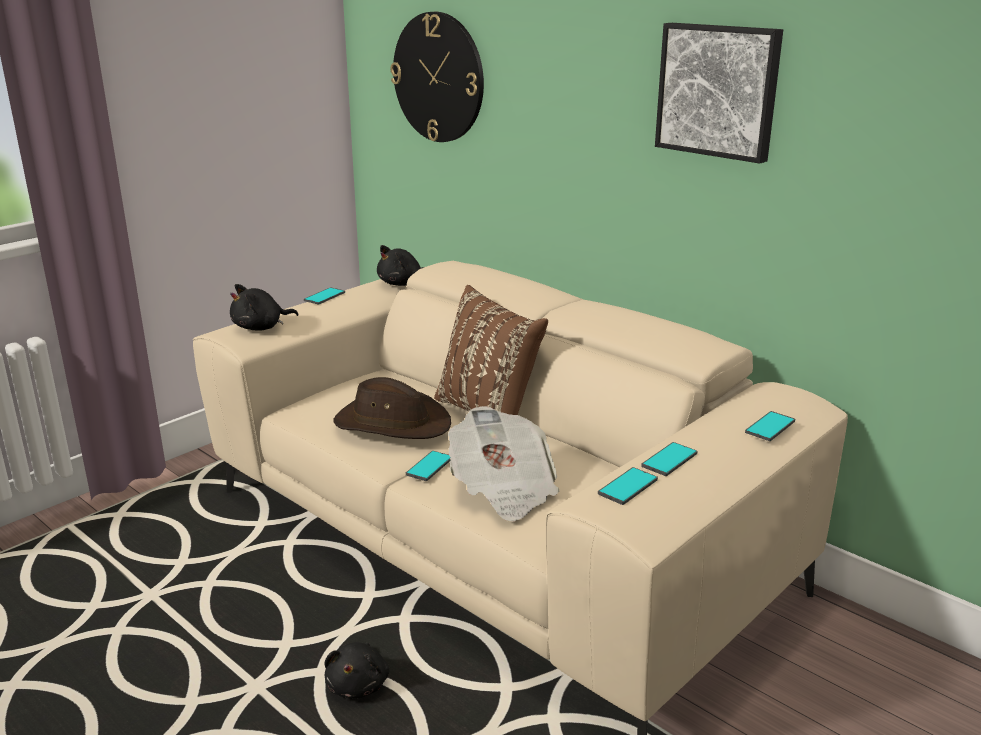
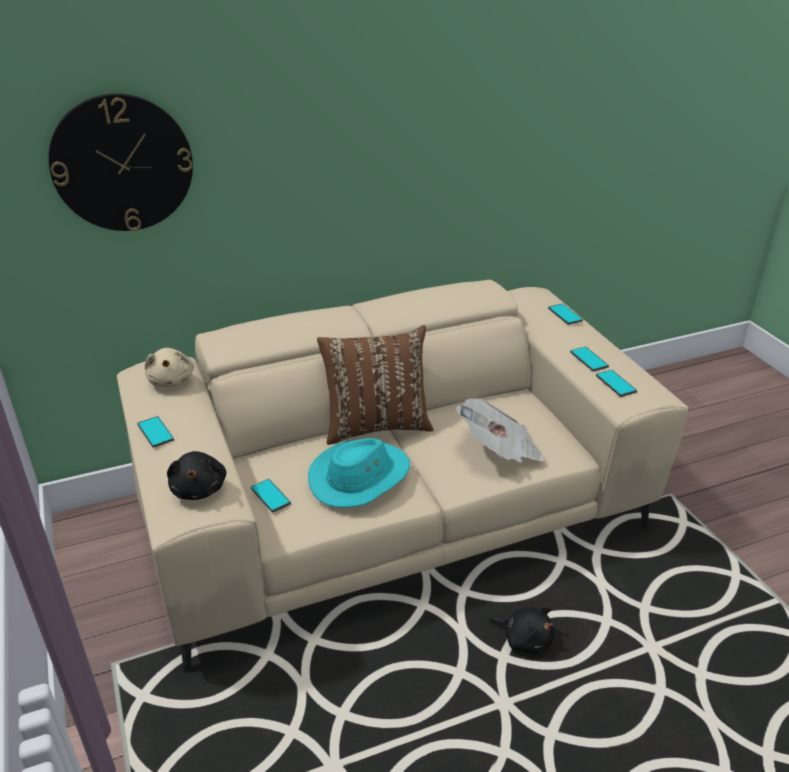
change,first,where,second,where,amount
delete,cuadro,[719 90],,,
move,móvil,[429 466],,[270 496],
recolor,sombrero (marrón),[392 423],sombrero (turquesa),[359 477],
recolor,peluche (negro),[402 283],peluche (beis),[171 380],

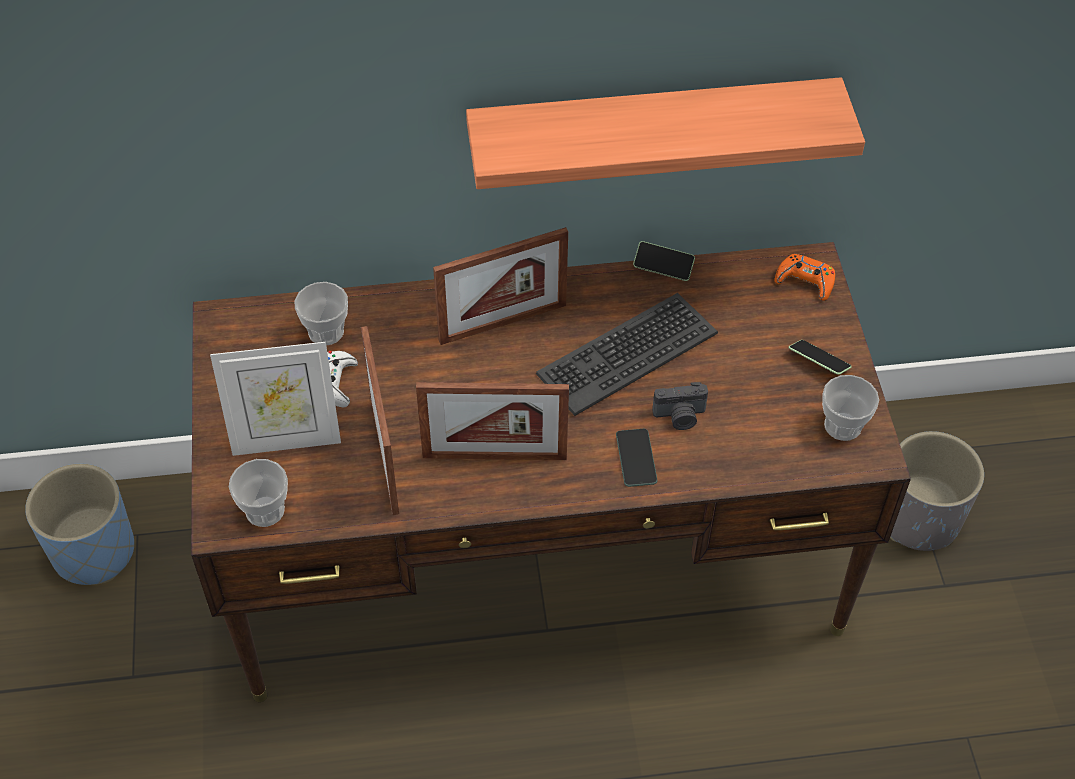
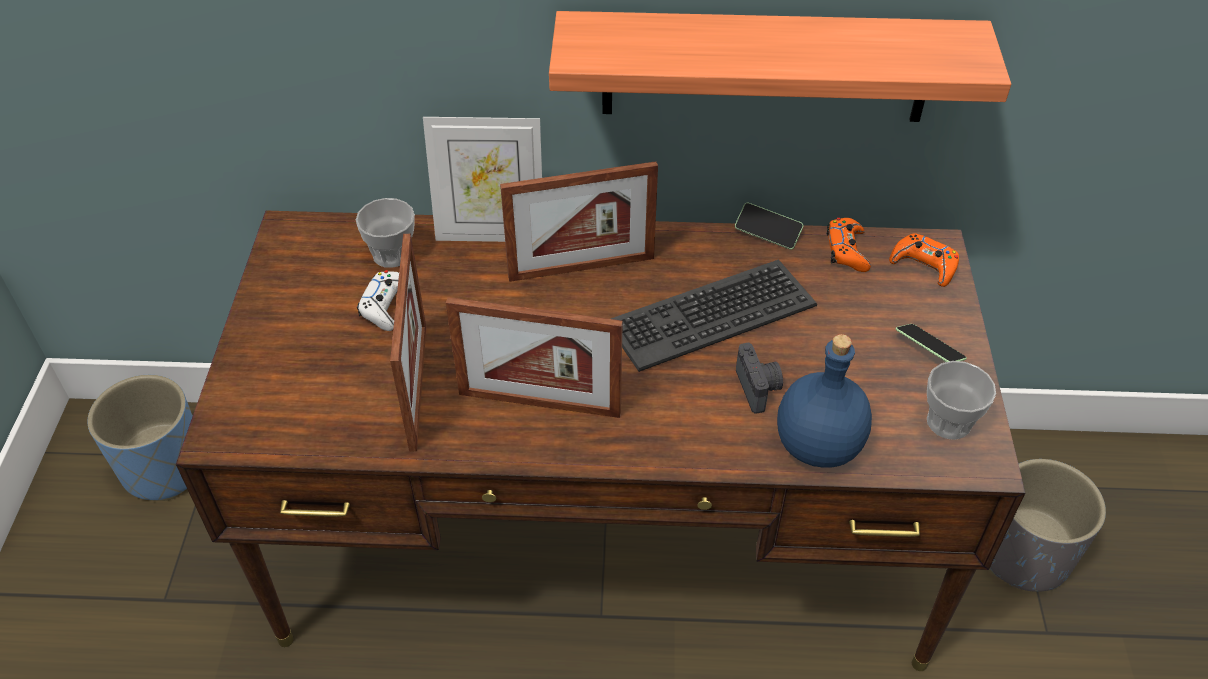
change,first,where,second,where,amount
delete,taza,[265 510],,,
delete,móvil,[636 458],,,
insert,,,botella (azul),[817 447],
insert,,,mando de consola (naranja),[846 251],
move,portarretratos,[286 440],,[490 233],
rotate,cámara,[680 417],,[759 388],105 degrees counterclockwise

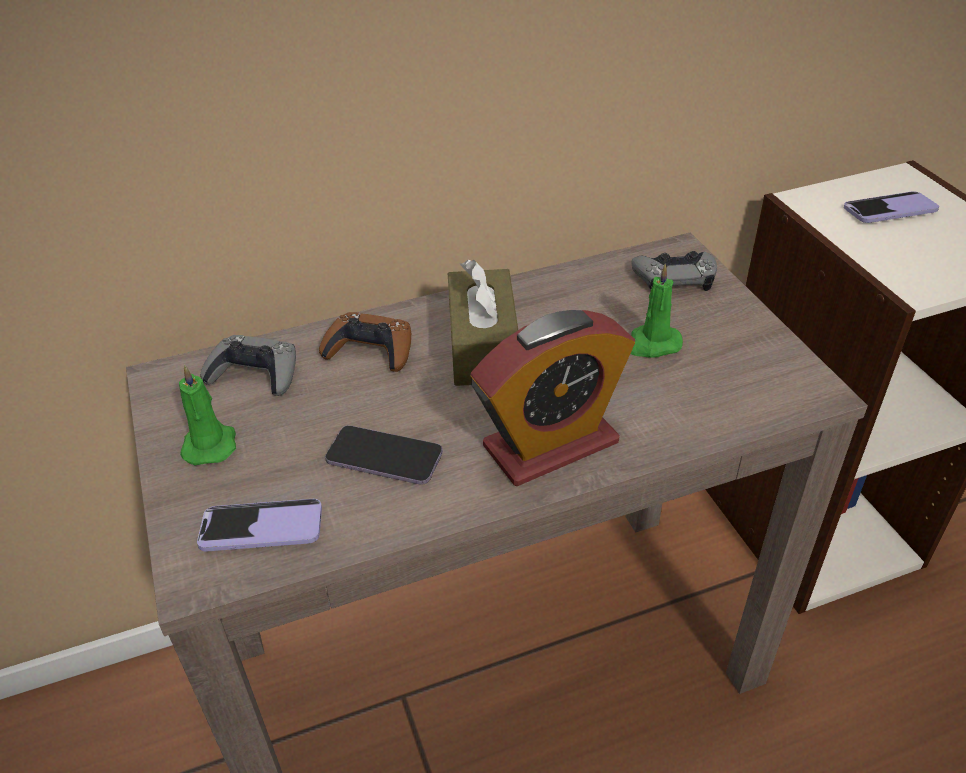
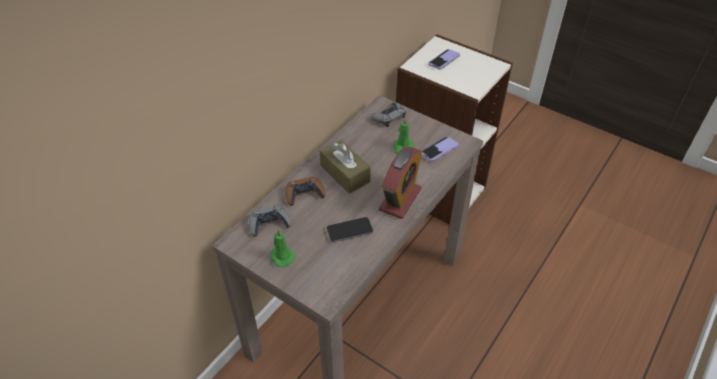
change,first,where,second,where,amount
move,móvil,[261 528],,[439 150],

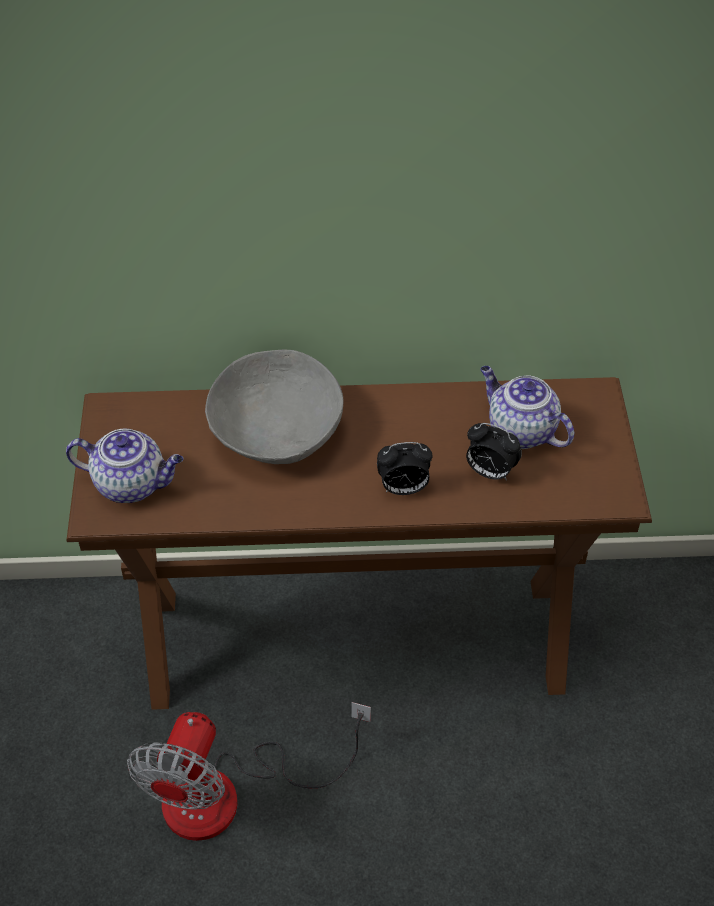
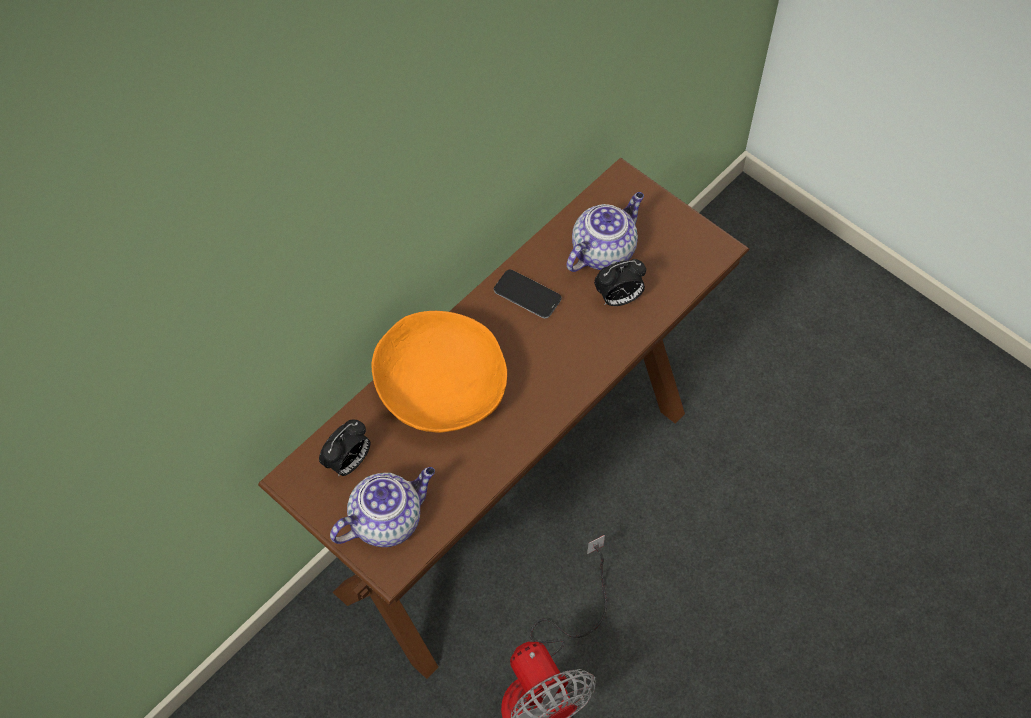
change,first,where,second,where,amount
insert,,,móvil,[527 295],
move,despertador,[403 488],,[348 463],
recolor,cuenco (gris),[276 430],cuenco (naranja),[441 389],
rotate,tetera,[520 430],,[603 250],135 degrees clockwise

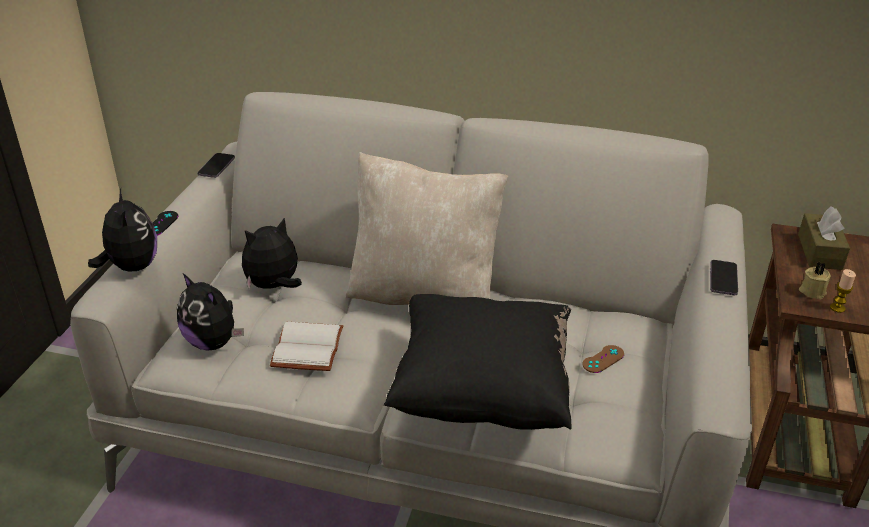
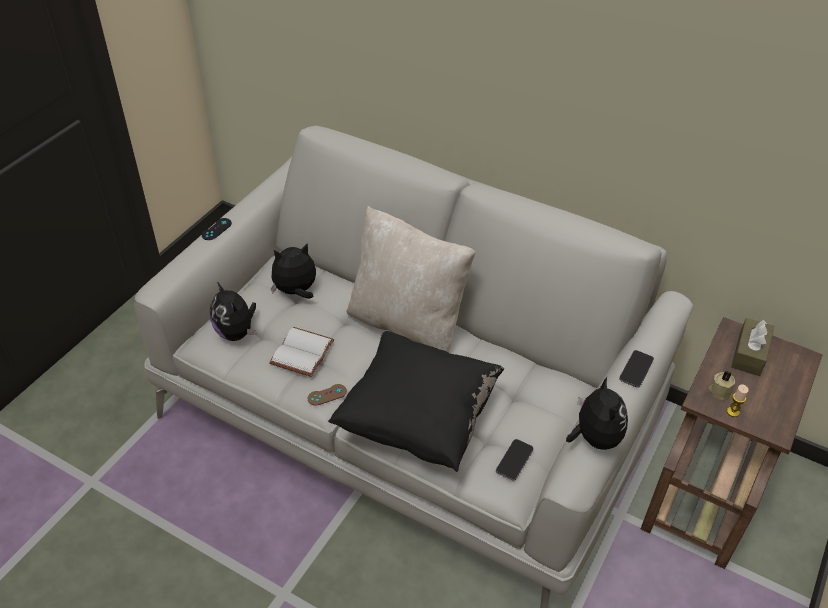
change,first,where,second,where,amount
move,peluche,[131 267],,[594 438],
move,móvil,[216 167],,[514 460],
move,mando de consola (marrón),[603 359],,[327 395],

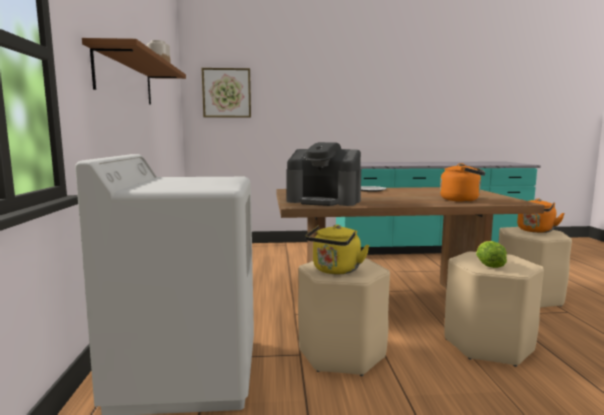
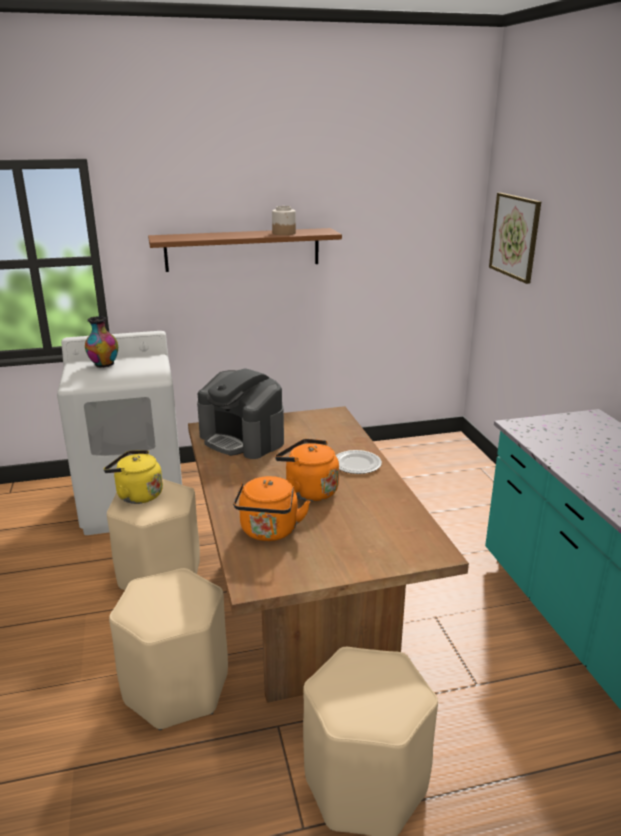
change,first,where,second,where,amount
delete,lechuga,[489 264],,,
insert,,,florero,[103 365],
move,hervidor (naranja),[534 231],,[308 491],
rotate,cafetera,[324 201],,[242 439],60 degrees counterclockwise

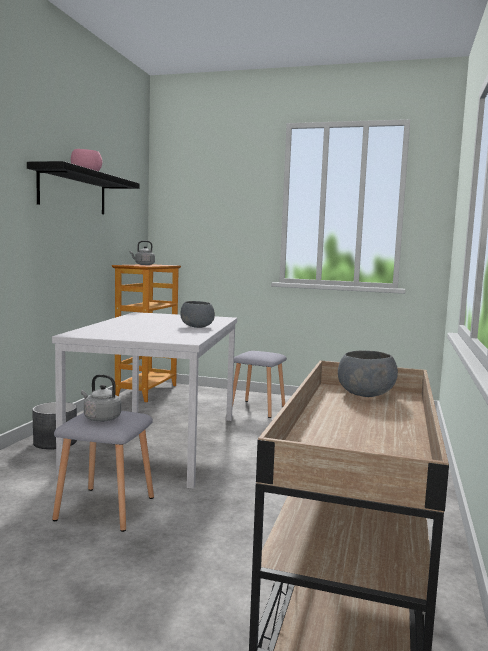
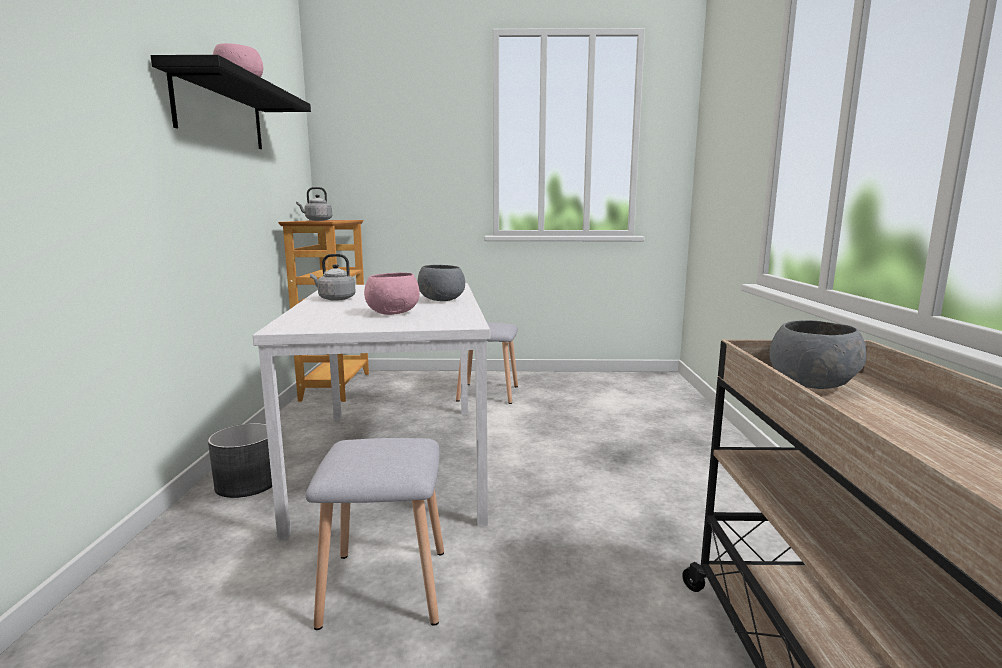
change,first,where,second,where,amount
insert,,,cuenco (rosa),[392 313],
move,hervidor (gris),[100 418],,[335 299],

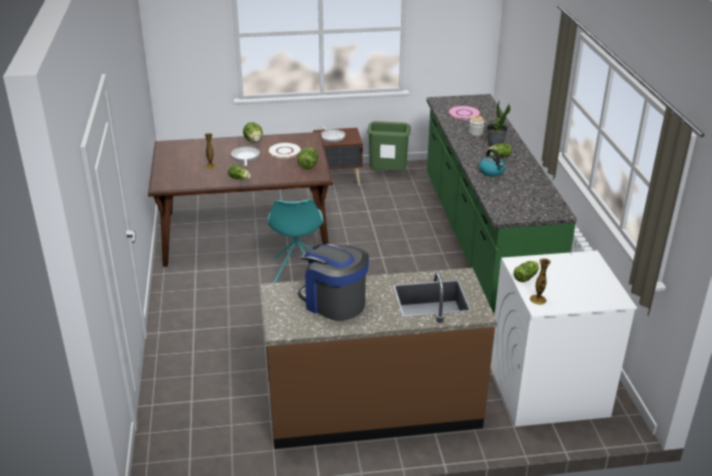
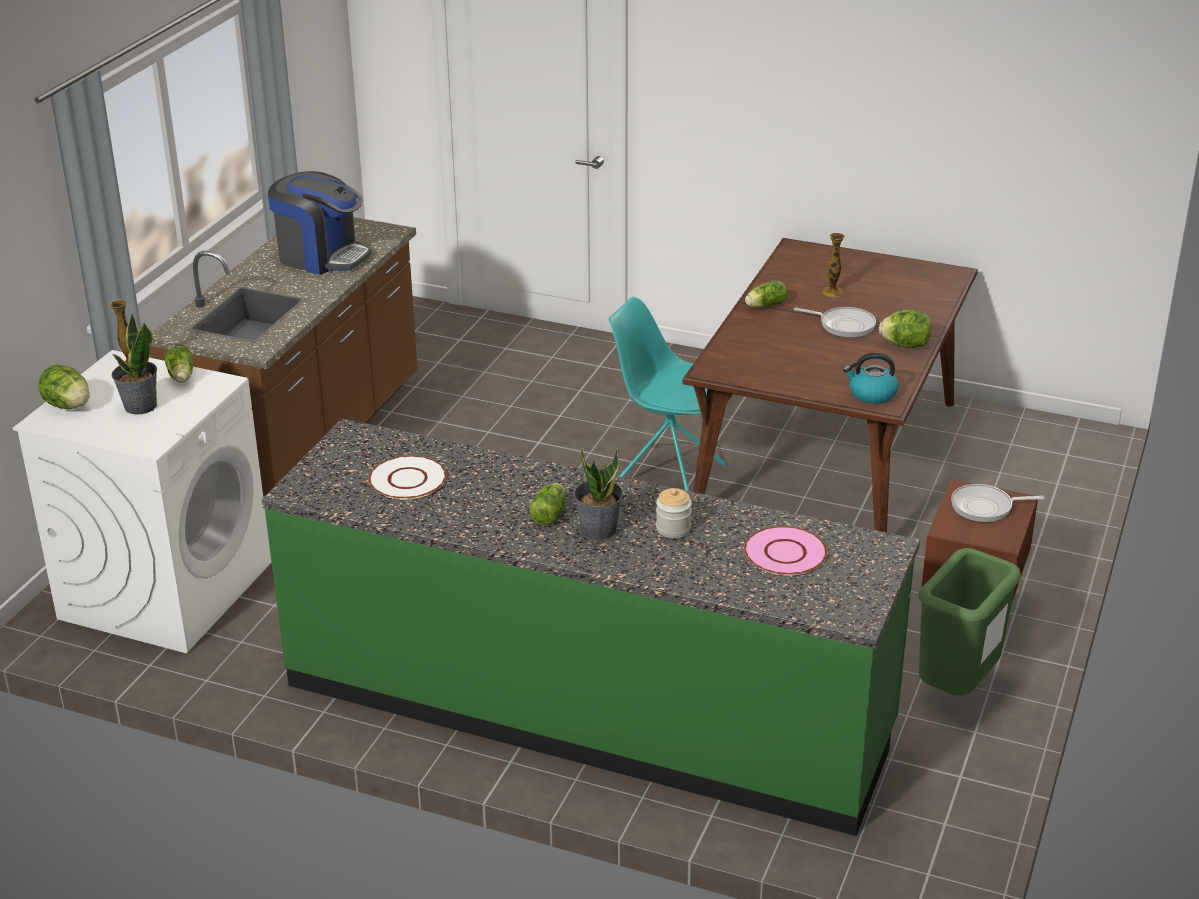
change,first,where,second,where,amount
insert,,,planta en maceta,[140 406],
move,plato (blanco),[284 151],,[407 479],
move,lechuga,[308 166],,[68 406],
move,hervidor,[492 172],,[871 394],
rotate,cafetera,[333 302],,[321 256],45 degrees clockwise

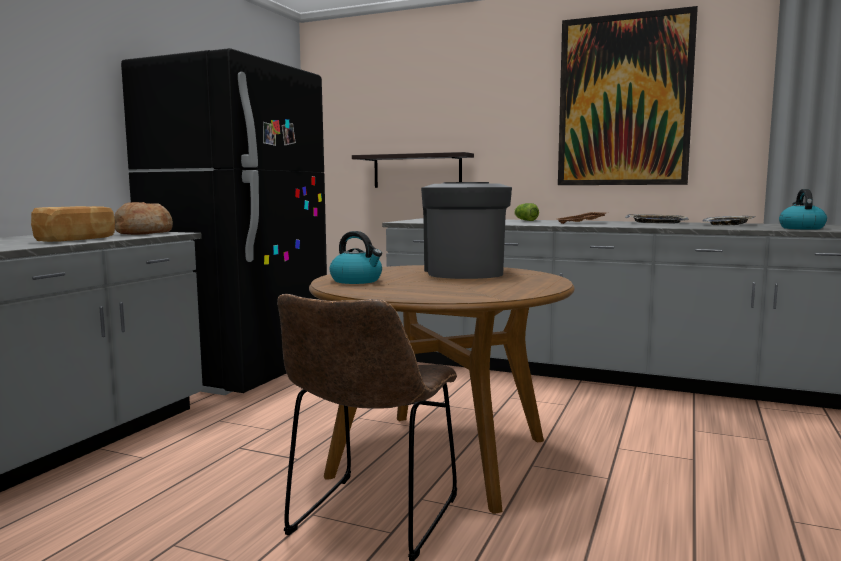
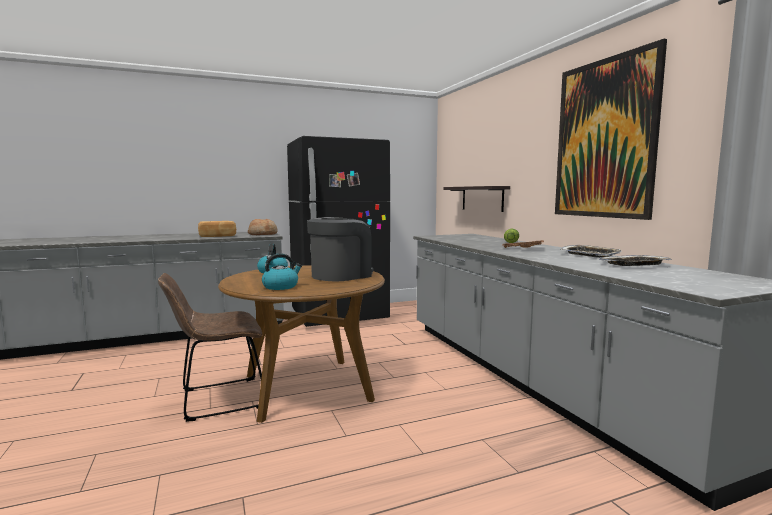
change,first,where,second,where,amount
move,hervidor,[801 228],,[281 286],

